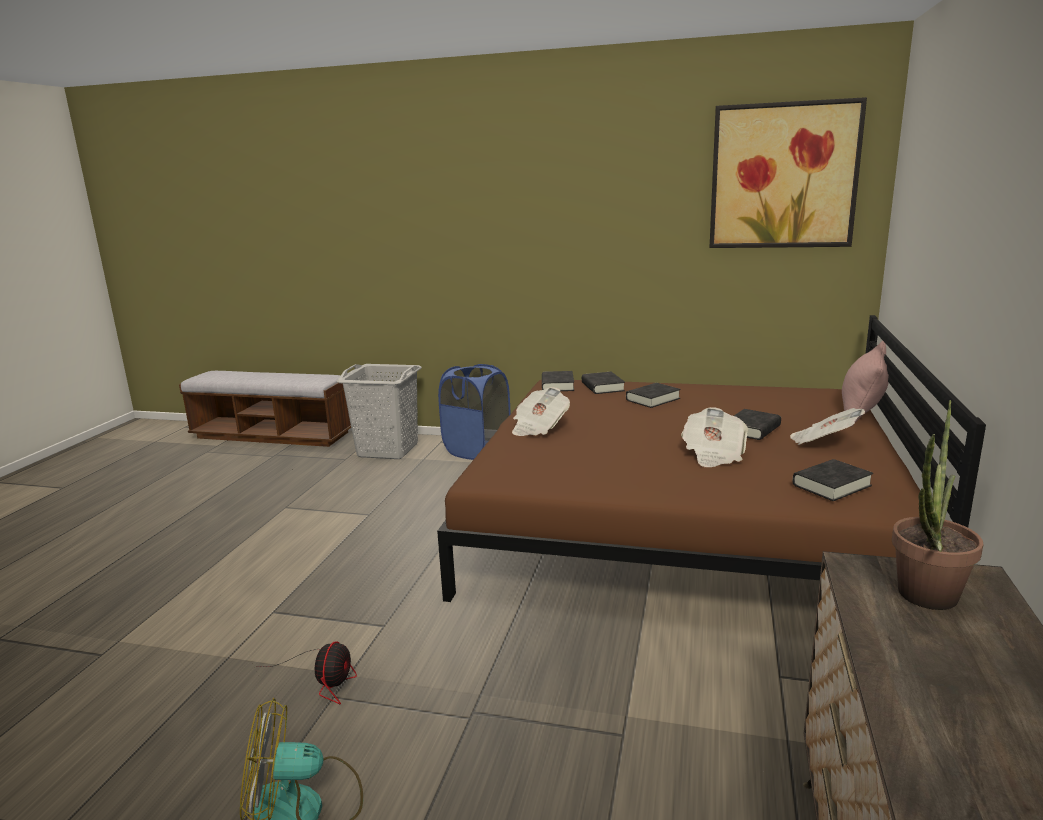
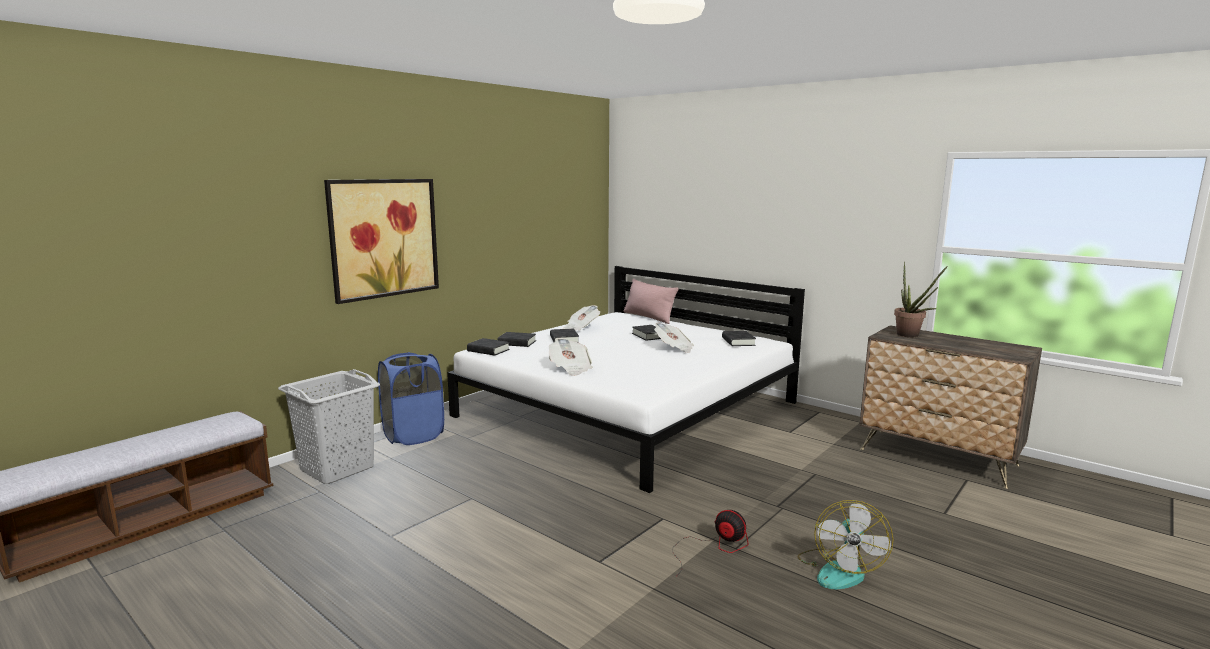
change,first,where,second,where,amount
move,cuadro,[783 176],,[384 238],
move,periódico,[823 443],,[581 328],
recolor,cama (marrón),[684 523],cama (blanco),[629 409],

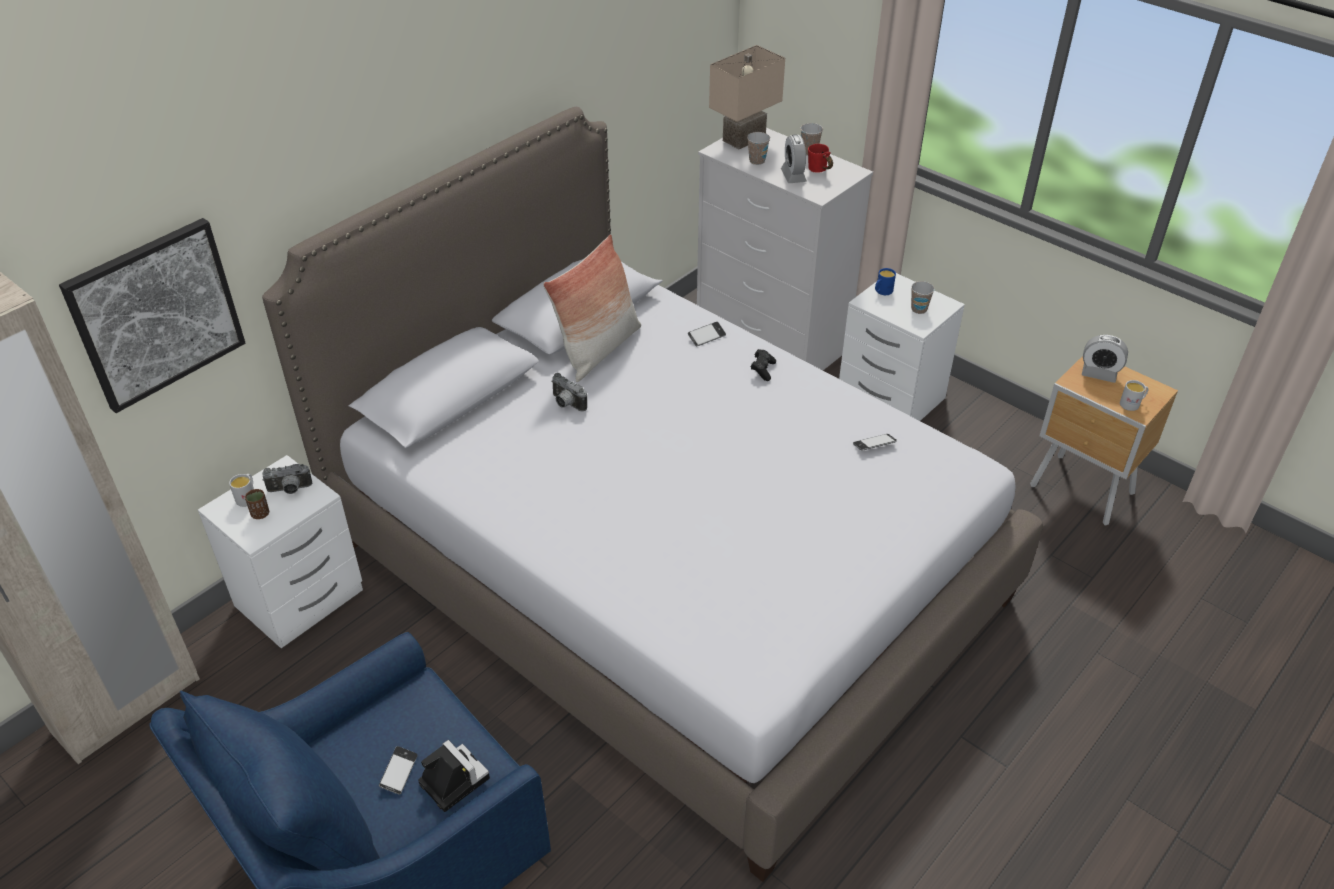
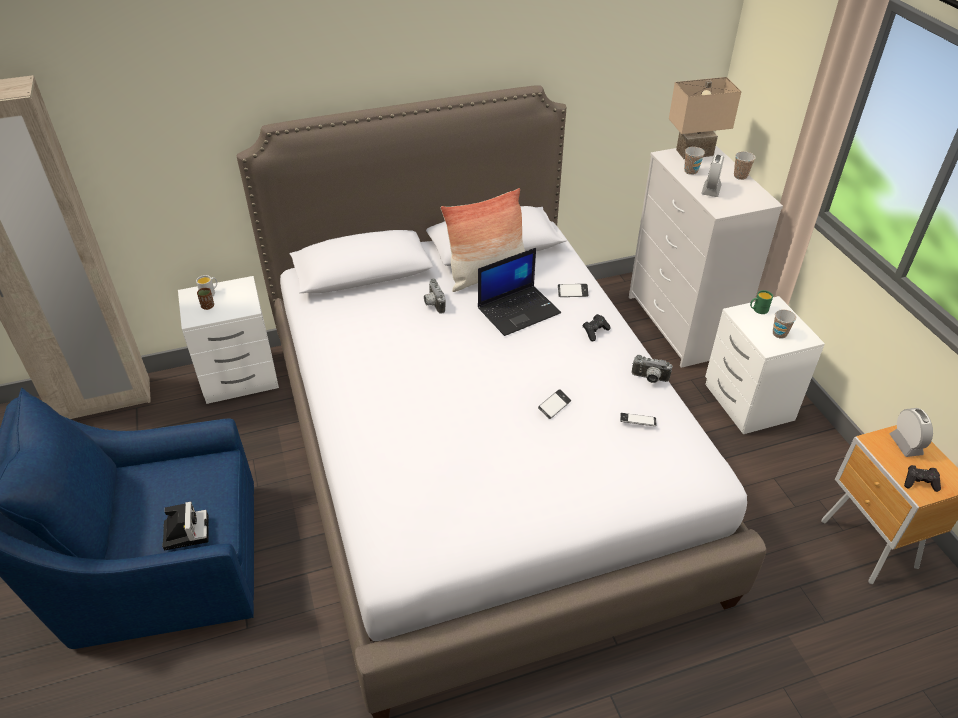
change,first,where,second,where,amount
delete,cuadro,[156 313],,,
delete,taza grande (rojo),[818 172],,,
insert,,,portátil,[519 310],
move,cámara,[289 490],,[649 379],
move,móvil,[399 772],,[554 406],
replace,taza grande (blanco),[1132 404],mando de consola (negro),[919 483],
recolor,taza grande (azul),[882 292],taza grande (verde),[758 310],
rotate,despertador,[1099 374],,[905 444],150 degrees counterclockwise

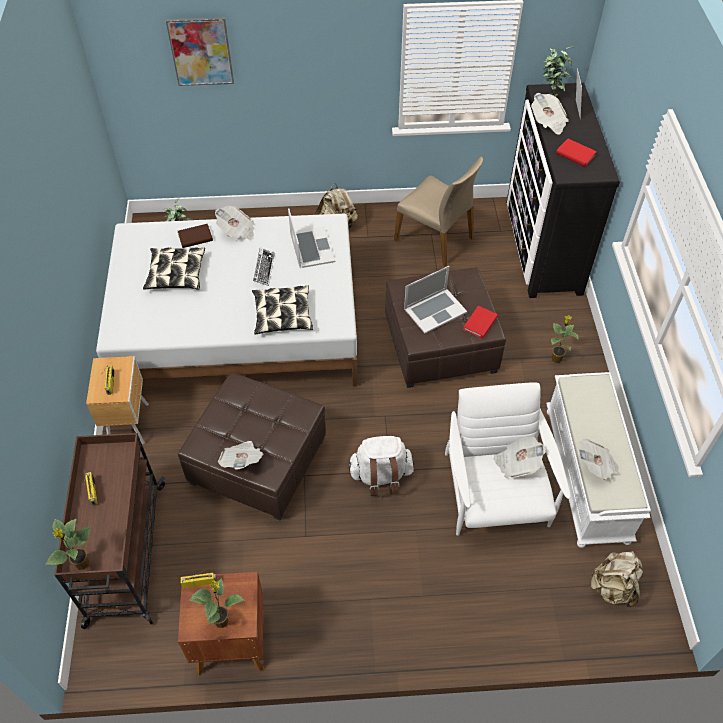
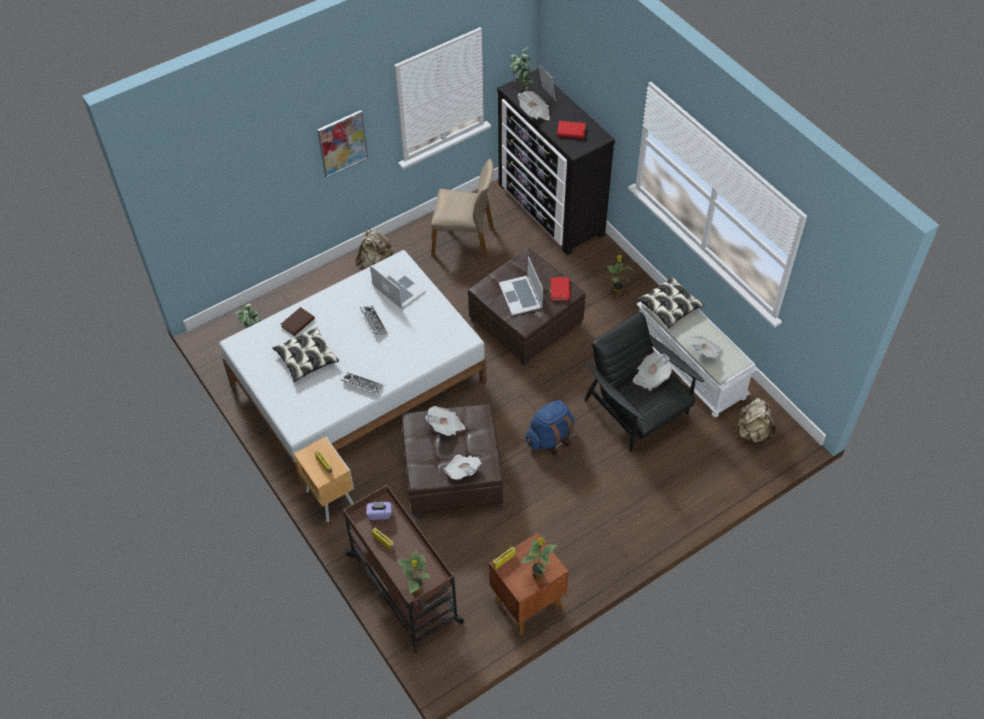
change,first,where,second,where,amount
insert,,,teclado,[362 384],
insert,,,caja de pañuelos (morado),[379 514],
move,cuadro,[201 51],,[342 143],
move,periódico,[237 231],,[446 427],
move,cojín,[282 315],,[669 307],
recolor,mochila (blanco),[380 476],mochila (azul),[550 438],
recolor,sillón (blanco),[495 493],sillón (negro),[637 410],
rotate,portátil,[435 310],,[520 295],135 degrees clockwise

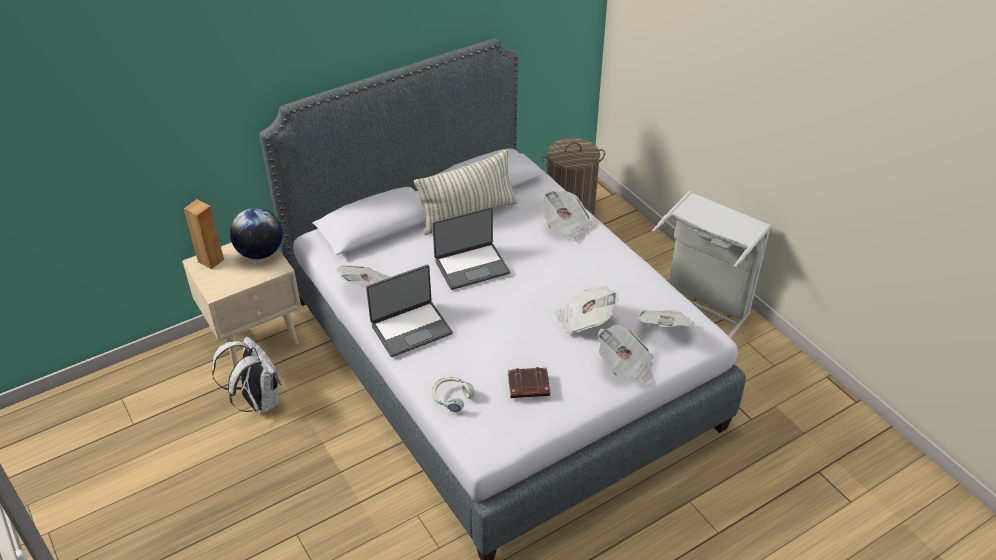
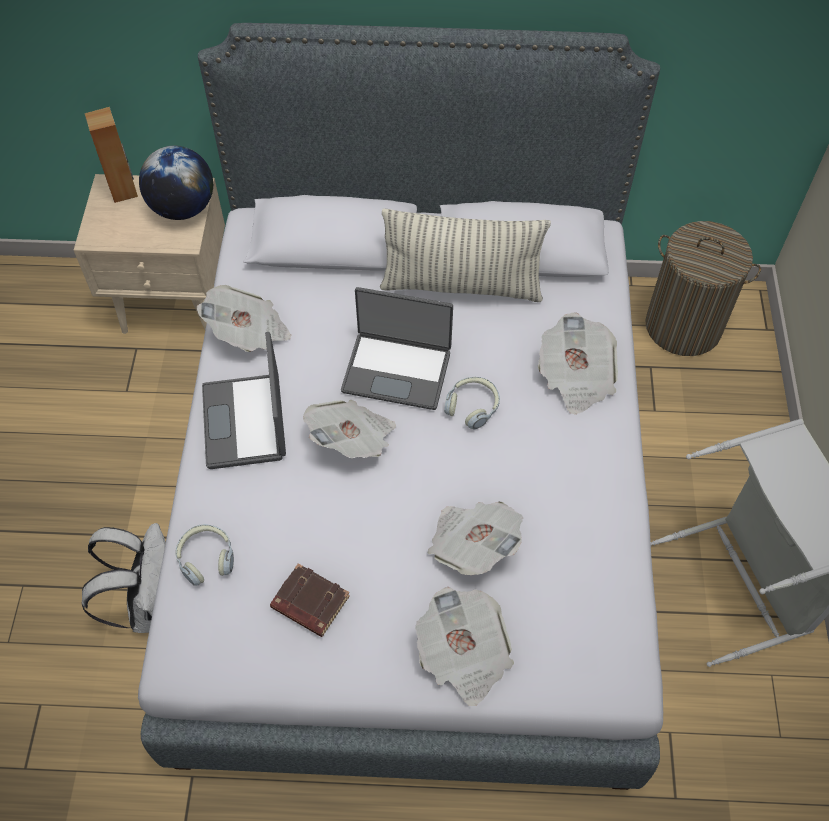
change,first,where,second,where,amount
insert,,,auriculares,[472 406],
move,mochila (blanco),[258 401],,[149 603],
move,periódico,[664 329],,[353 440],
rotate,portátil,[411 328],,[246 422],75 degrees clockwise

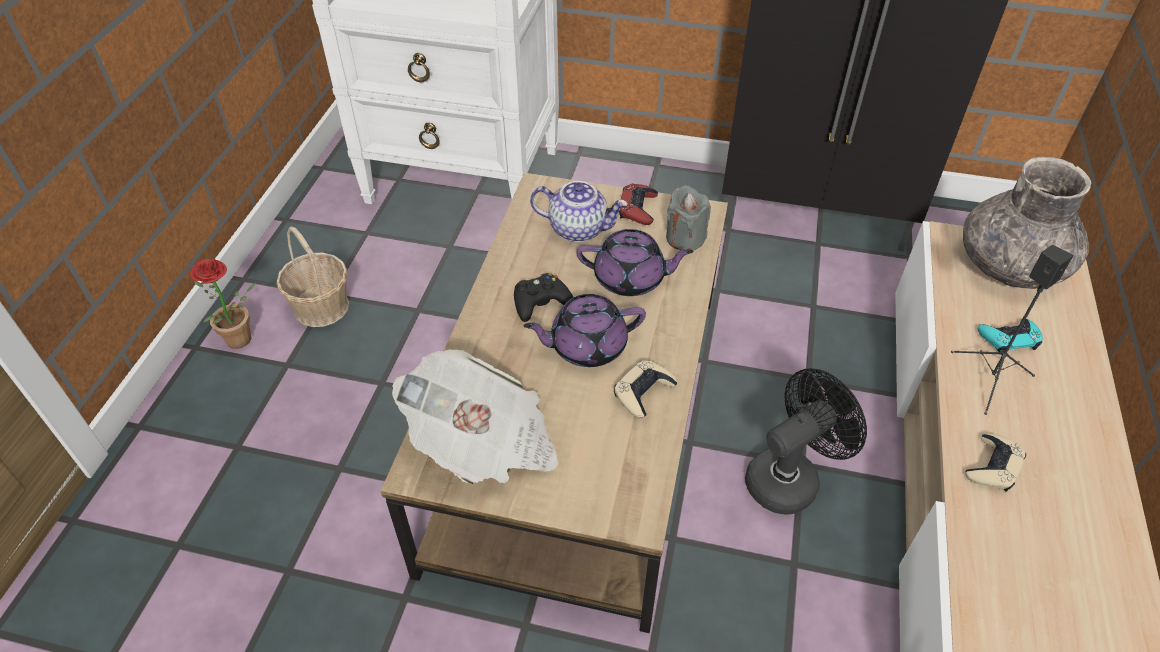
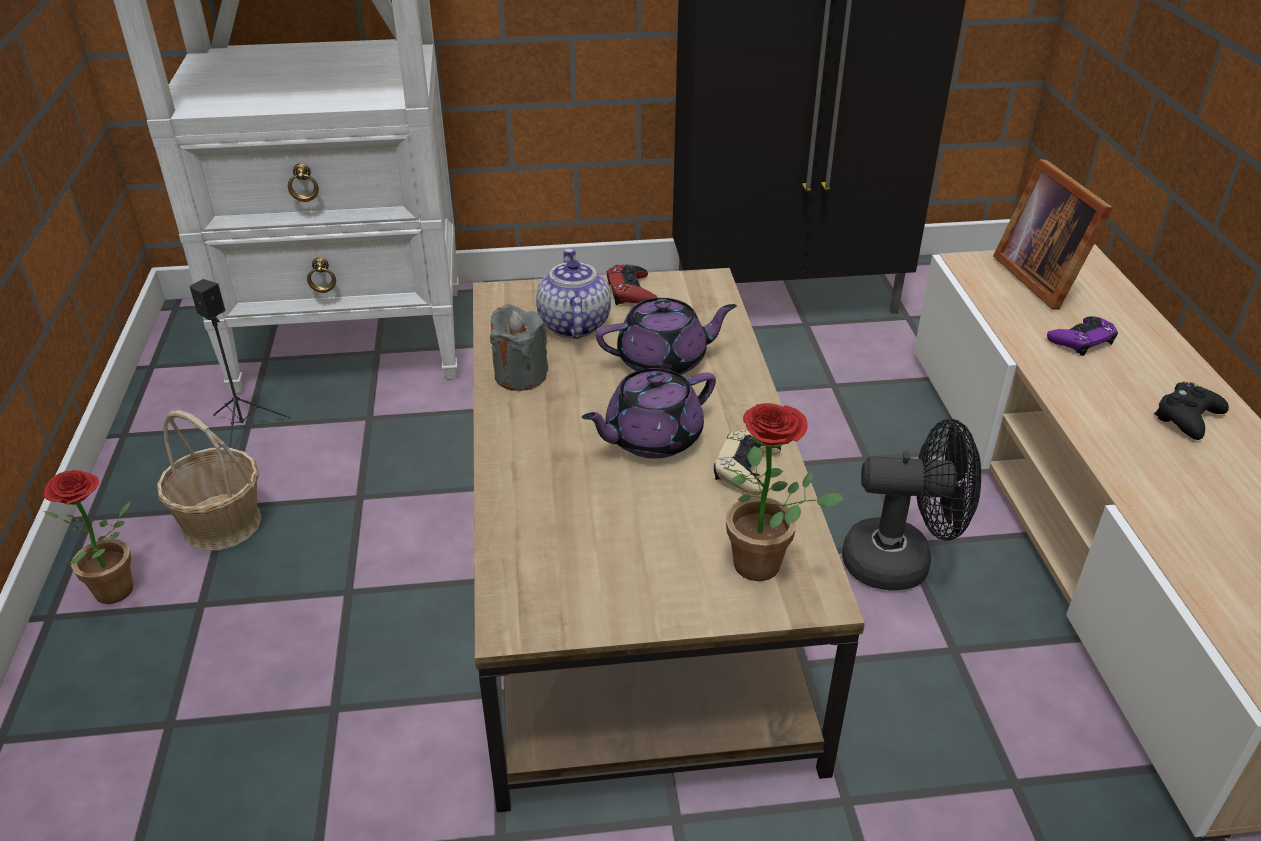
change,first,where,second,where,amount
delete,periódico,[484 443],,,
delete,mando de consola (beis),[993 466],,,
insert,,,planta en maceta,[767 566],
move,mando de consola (negro),[541 302],,[1187 418],
move,vela (gris),[685 238],,[520 376],
move,altavoz (negro),[990 379],,[245 429],
replace,florero (gris),[1010 267],portarretratos,[1042 277],
recolor,mando de consola (turquesa),[1009 339],mando de consola (morado),[1081 340],
rotate,tetera,[579 228],,[573 324],90 degrees counterclockwise
rotate,ventilador (negro),[790 477],,[901 561],60 degrees clockwise

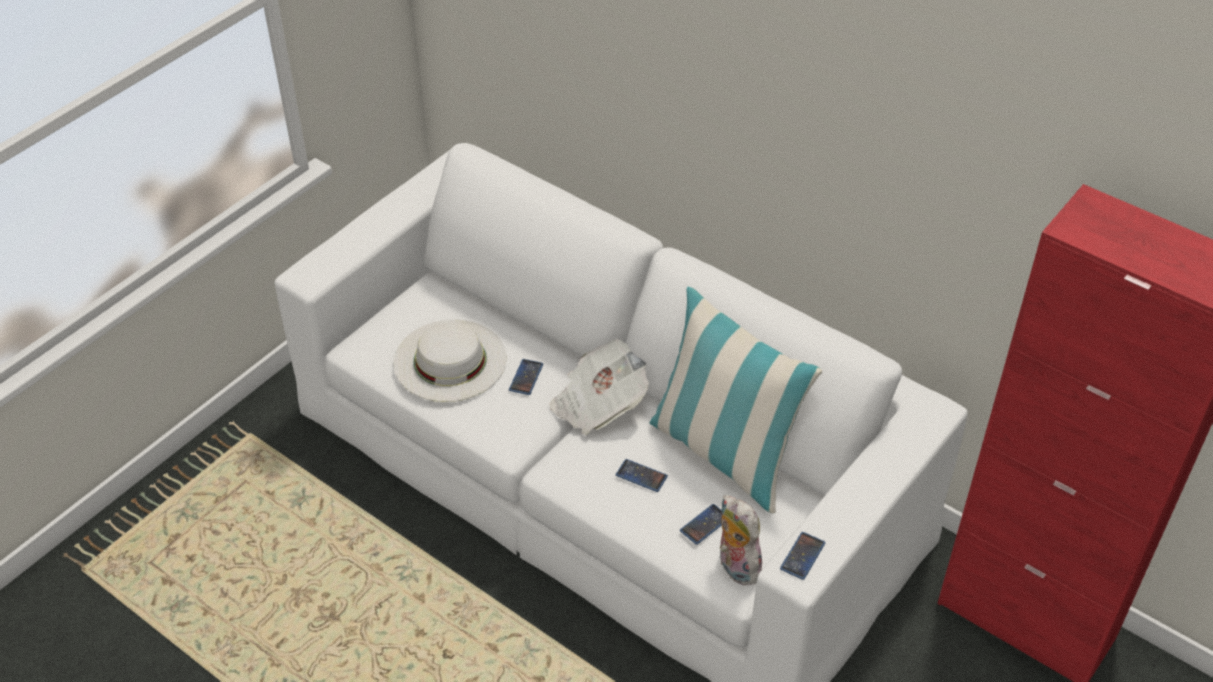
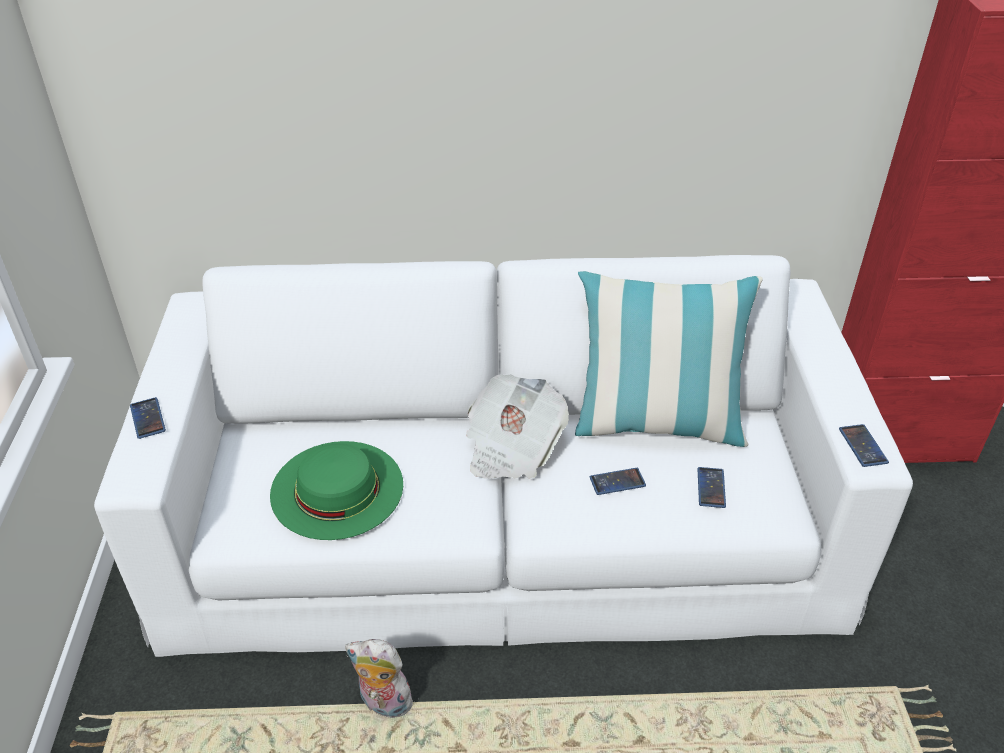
change,first,where,second,where,amount
move,móvil,[526 377],,[148 418],
move,peluche,[735 566],,[383 704],
recolor,sombrero (blanco),[450 360],sombrero (verde),[337 489],

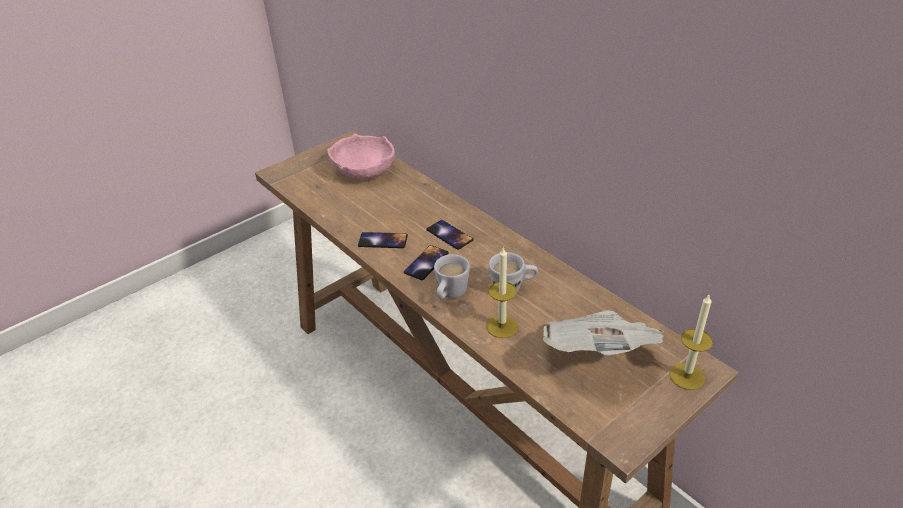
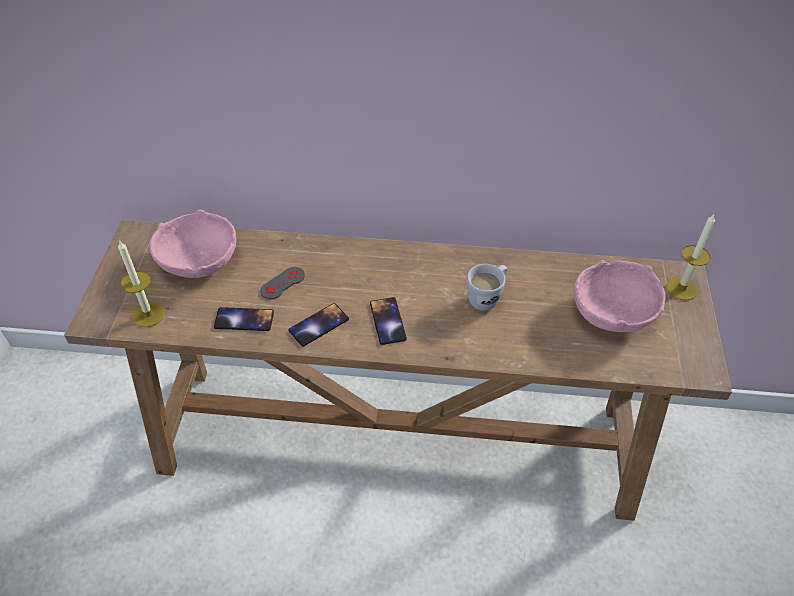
change,first,where,second,where,amount
delete,taza grande (blanco),[450 295],,,
insert,,,mando de consola (gris),[282 283],
move,móvil,[449 235],,[244 319],
move,vela,[502 326],,[148 314],
replace,periódico,[597 354],cuenco (rosa),[611 312],

